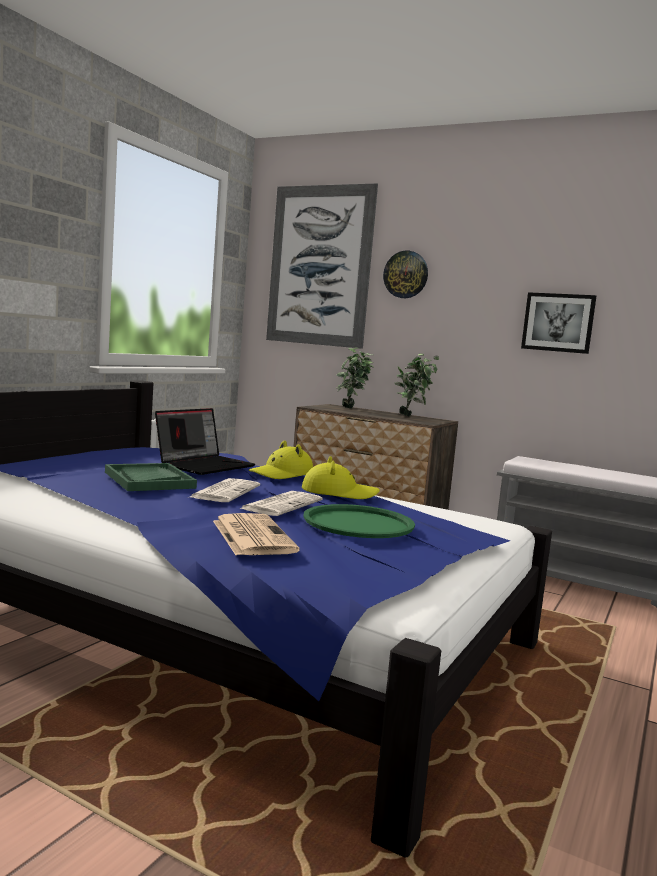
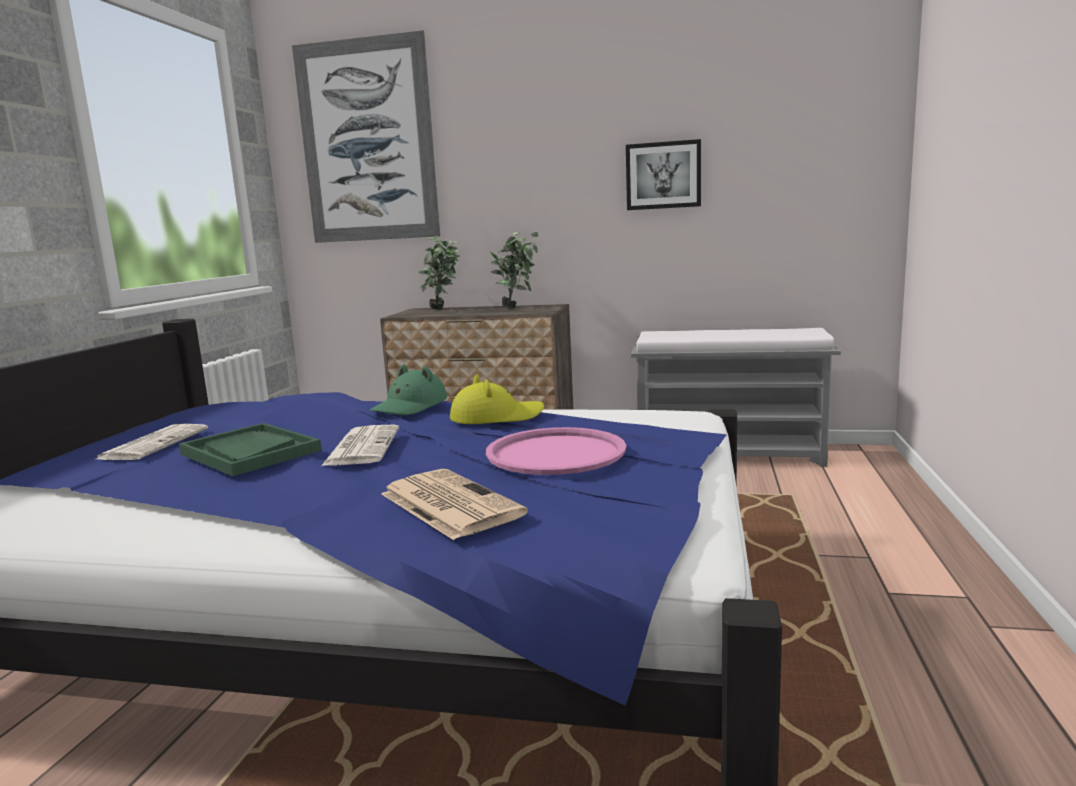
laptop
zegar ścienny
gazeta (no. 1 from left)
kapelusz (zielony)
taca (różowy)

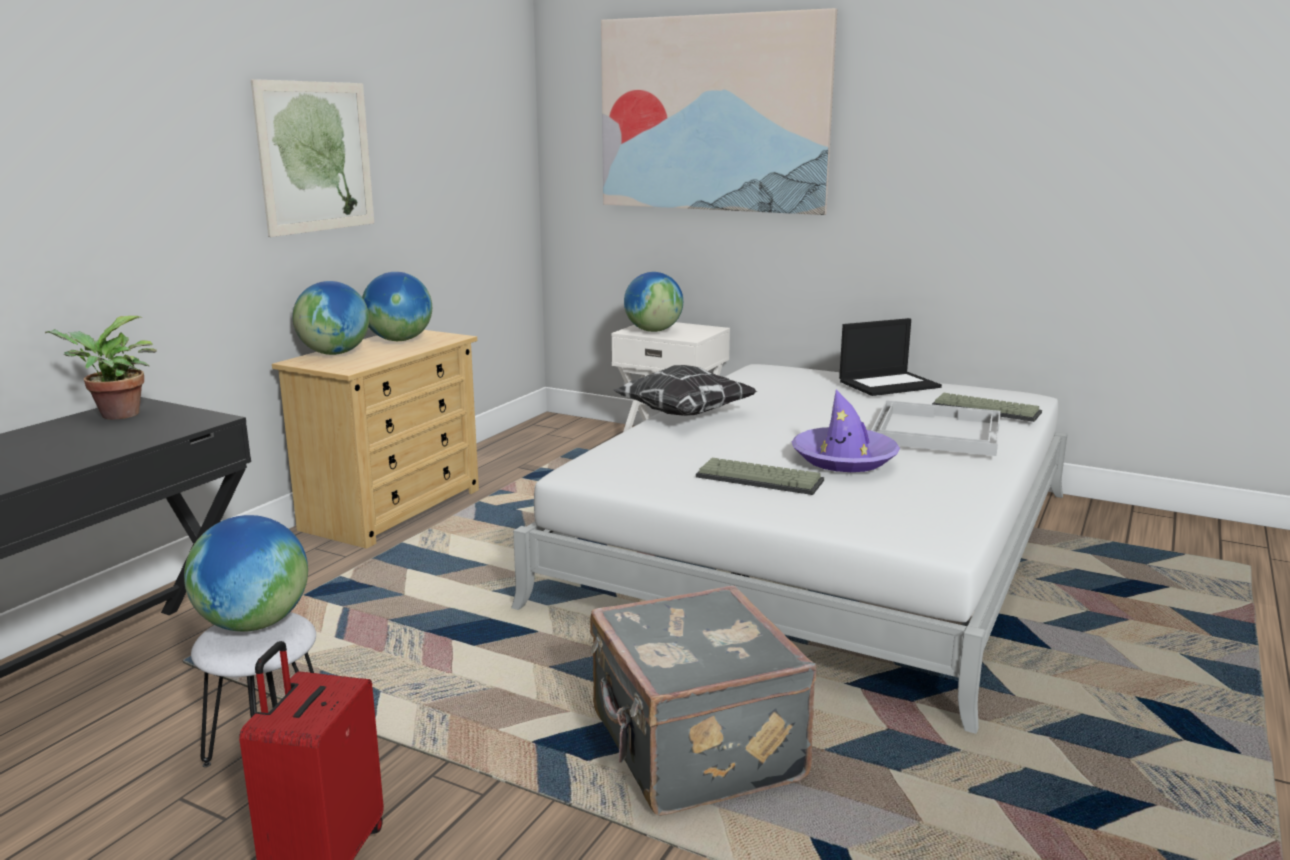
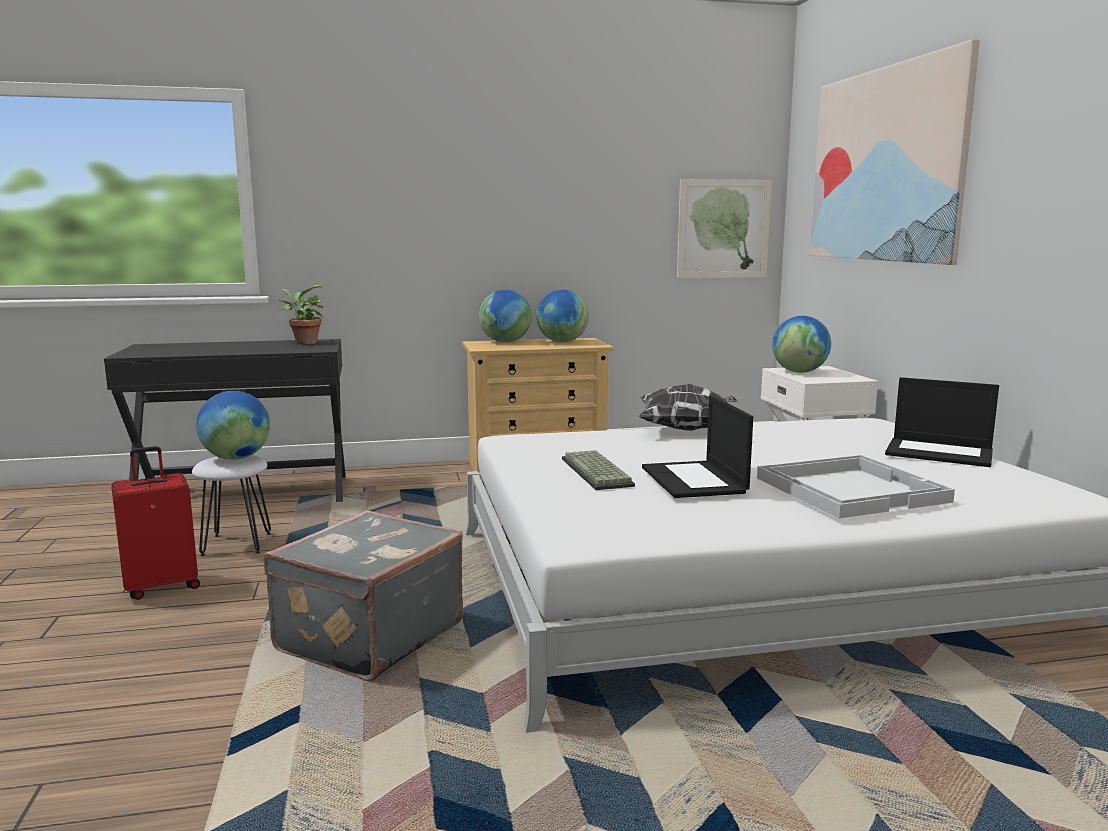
klawiatura (no. 2 from left in the first image)
obraz (no. 1 from left)
laptop (no. 1 from left)

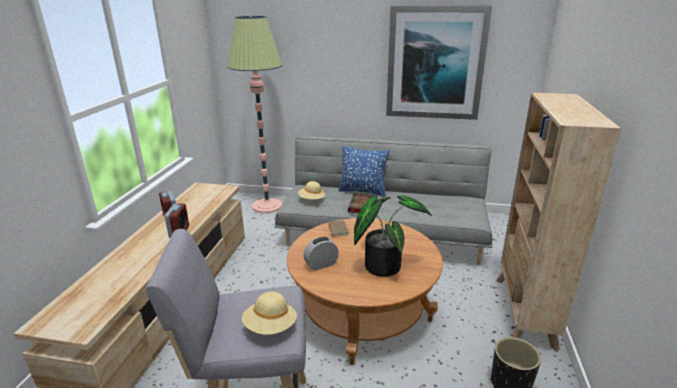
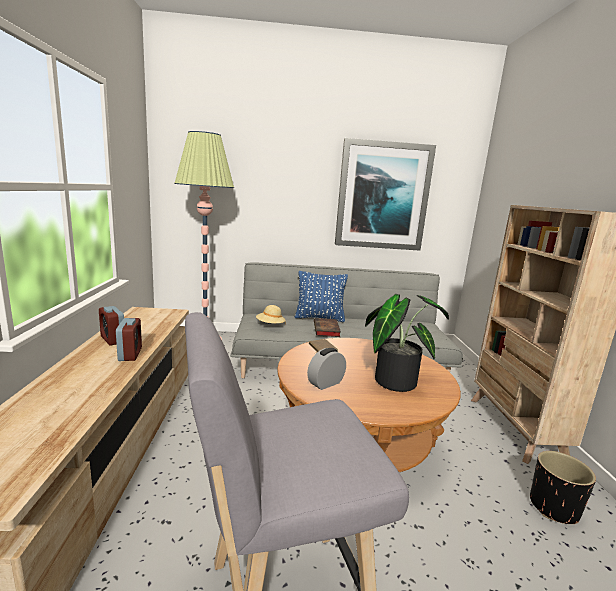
kapelusz (beżowy) (no. 1 from left in the first image)

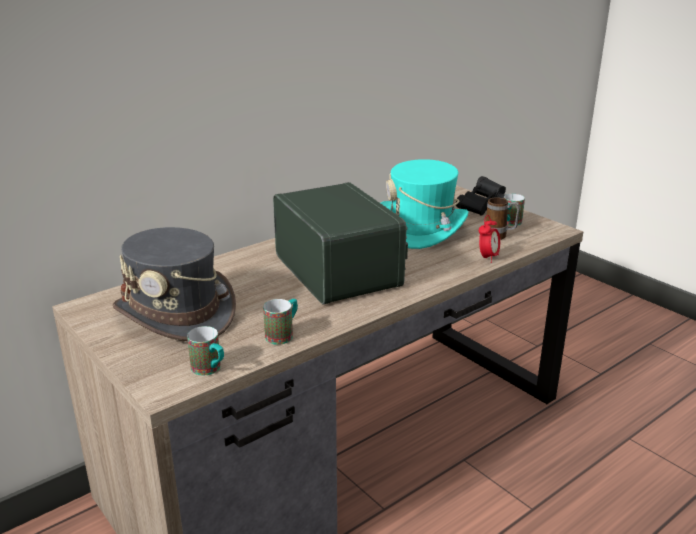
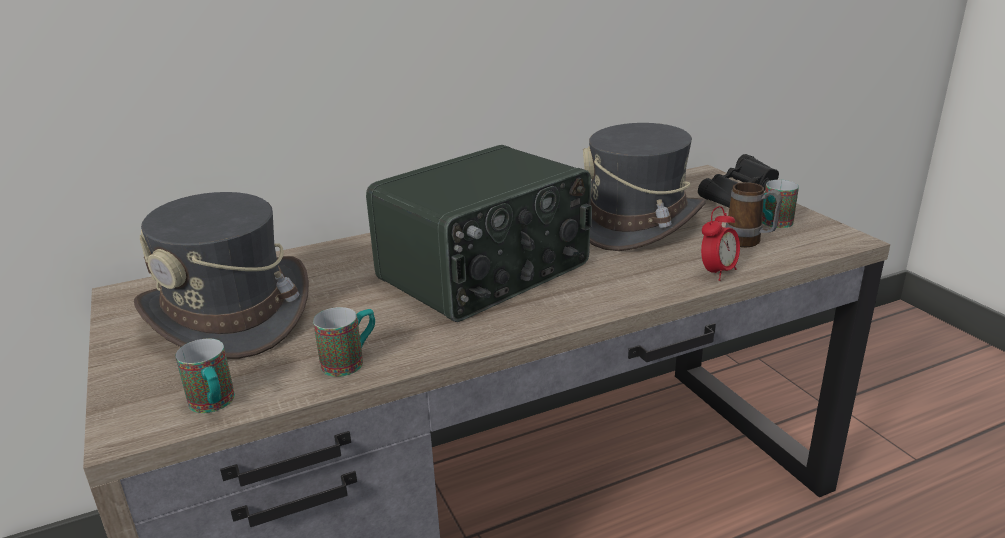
kapelusz (szary) (no. 2 from left)
radio

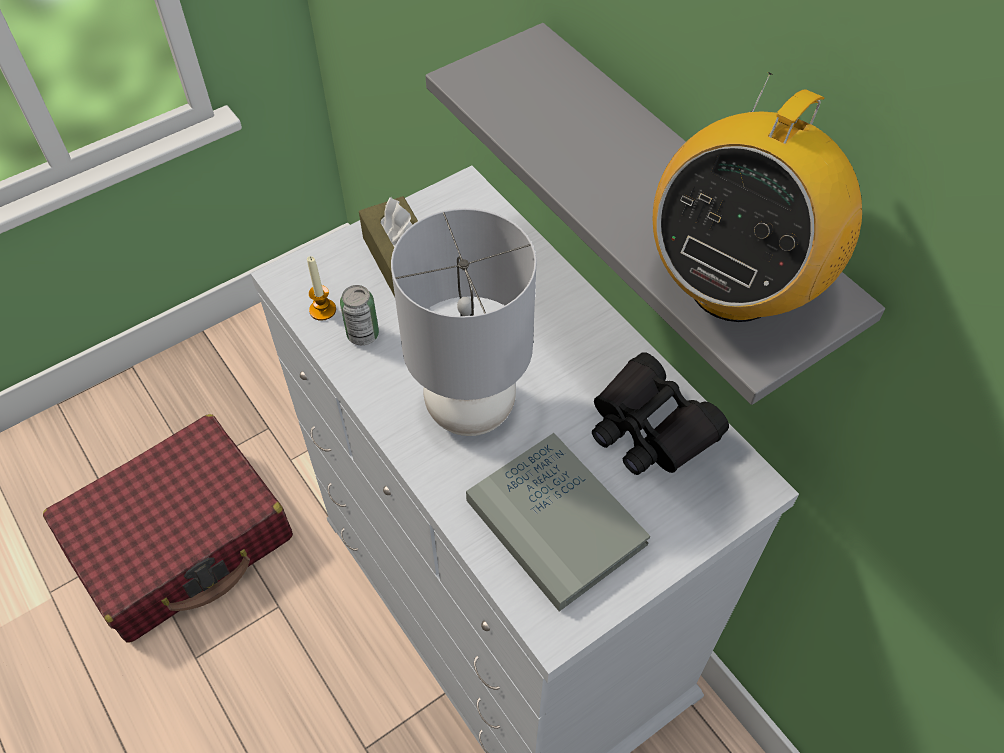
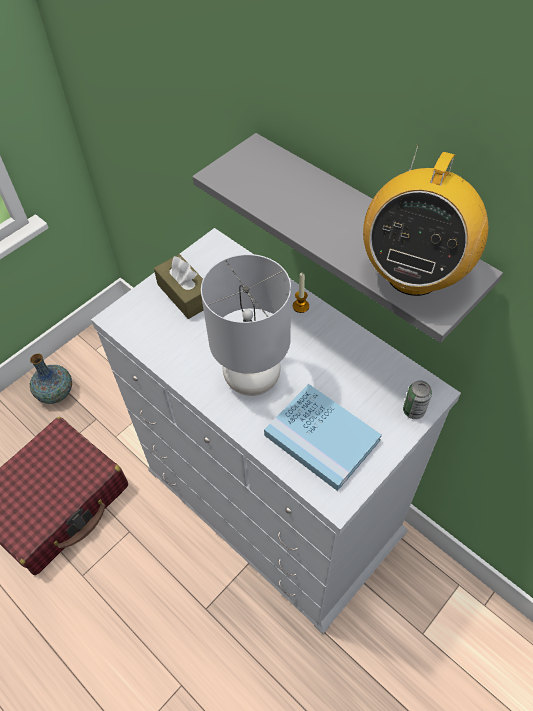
lornetka (czarny)
wazon
świeca
puszka
książka (niebieski)

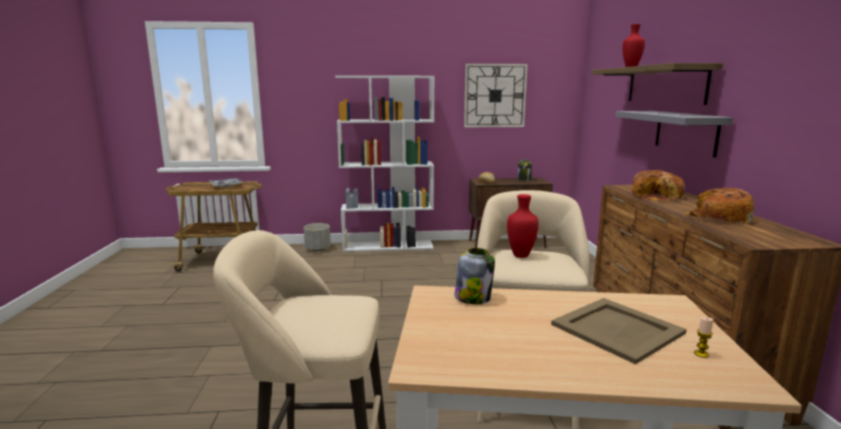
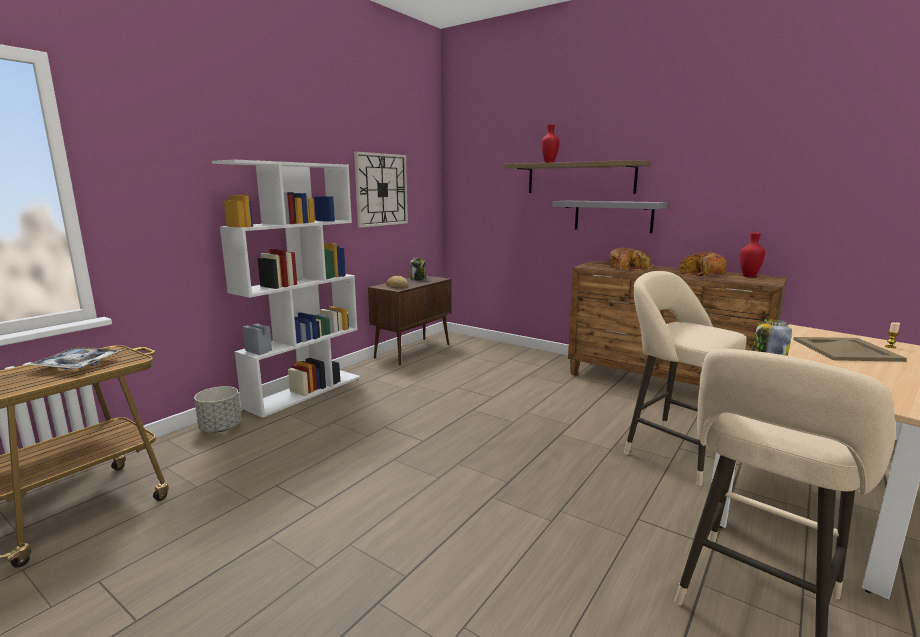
wazon (czerwony) (no. 2 from left)

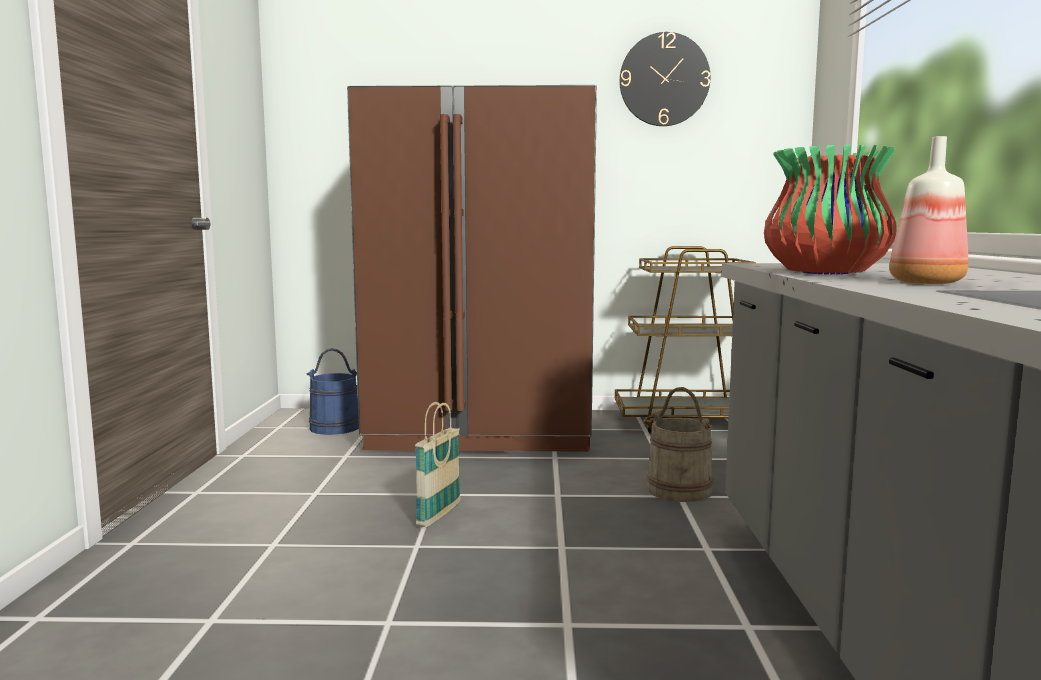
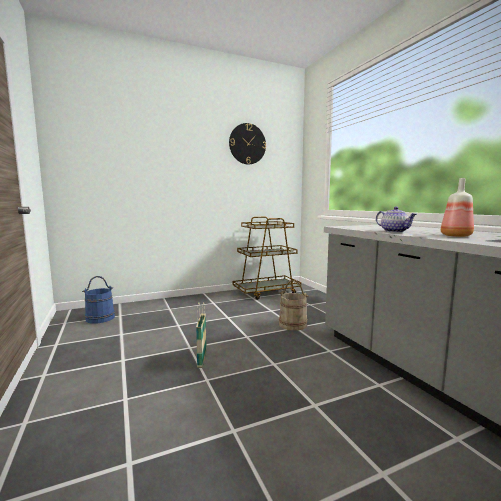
lodówka (brązowy)
imbryk

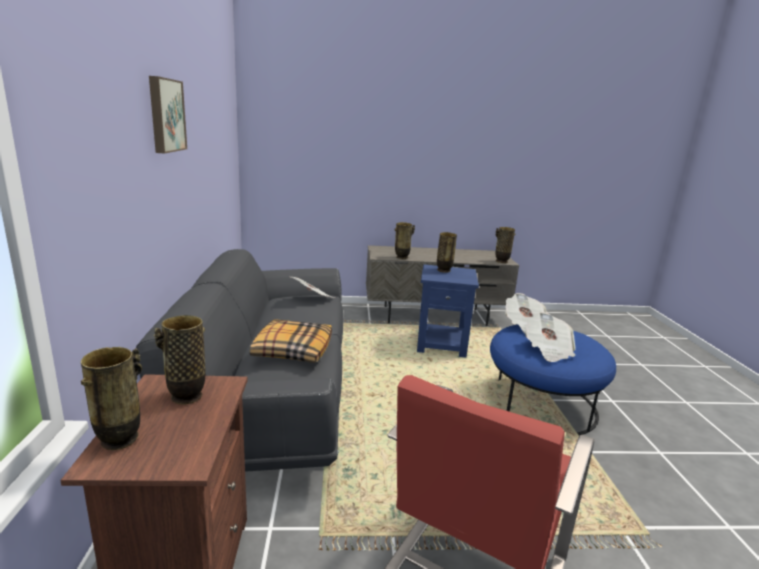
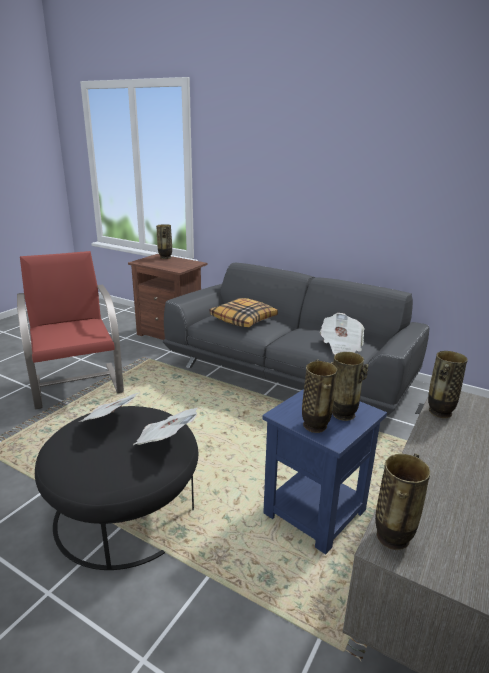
obraz
wazon (no. 2 from left)
pufa (czarny)

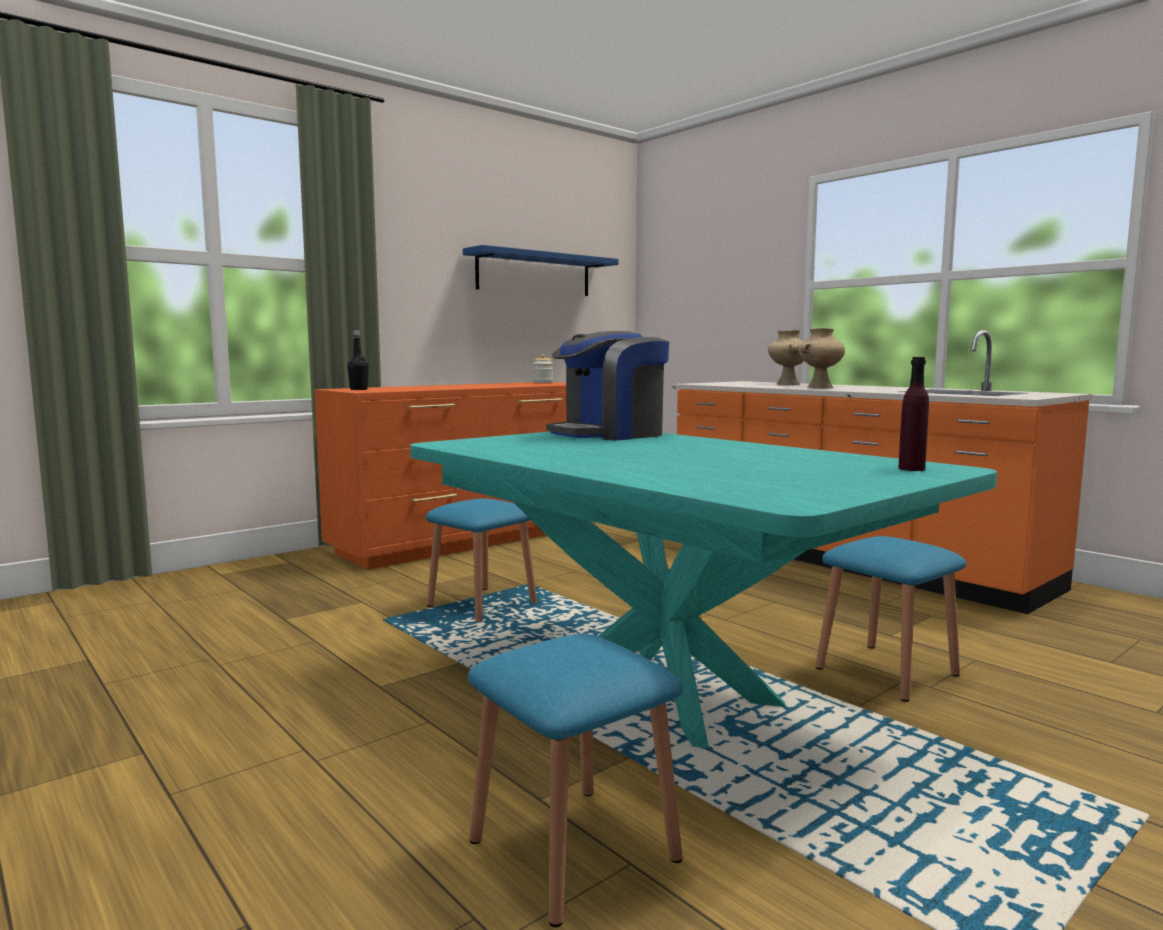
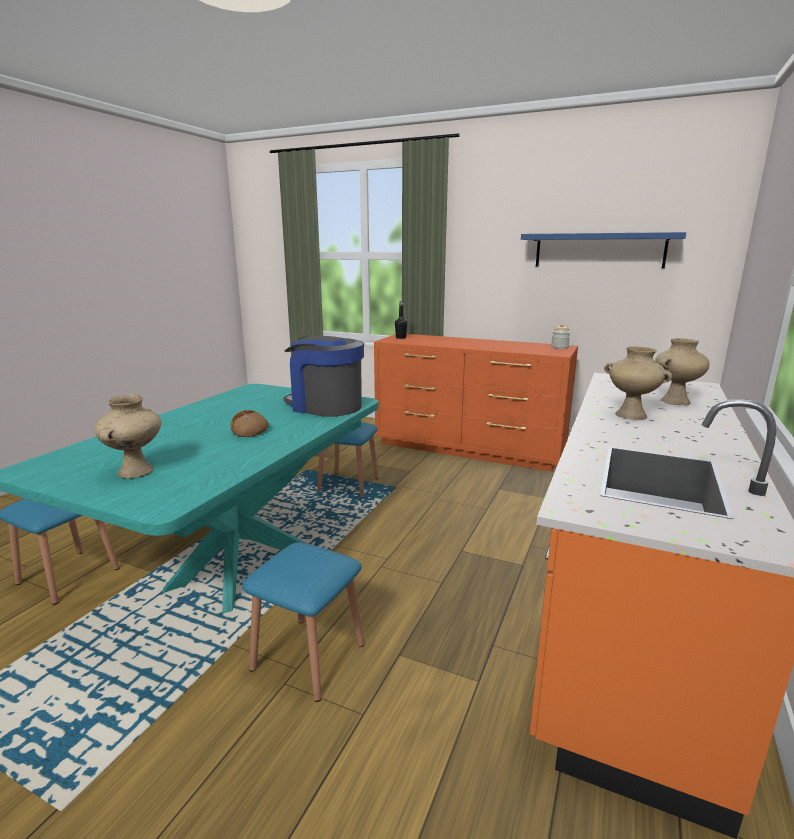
butelka (fioletowy)
wazon (beżowy) (no. 1 from left)
chleb

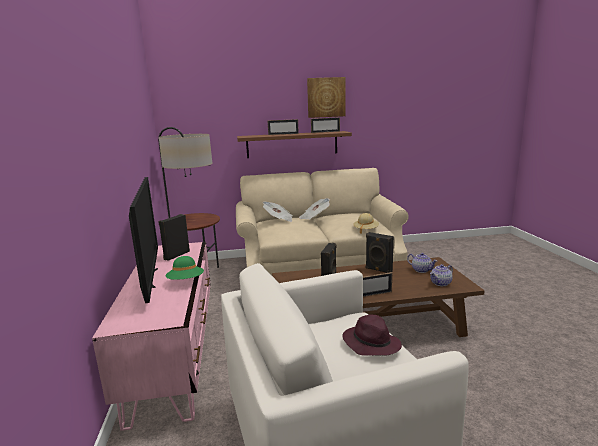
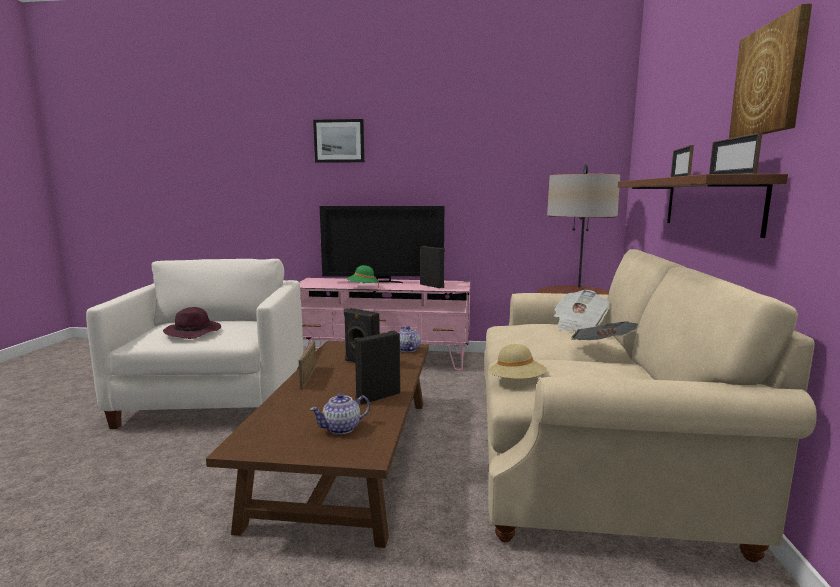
obraz (no. 1 from left)
imbryk (no. 2 from left)

